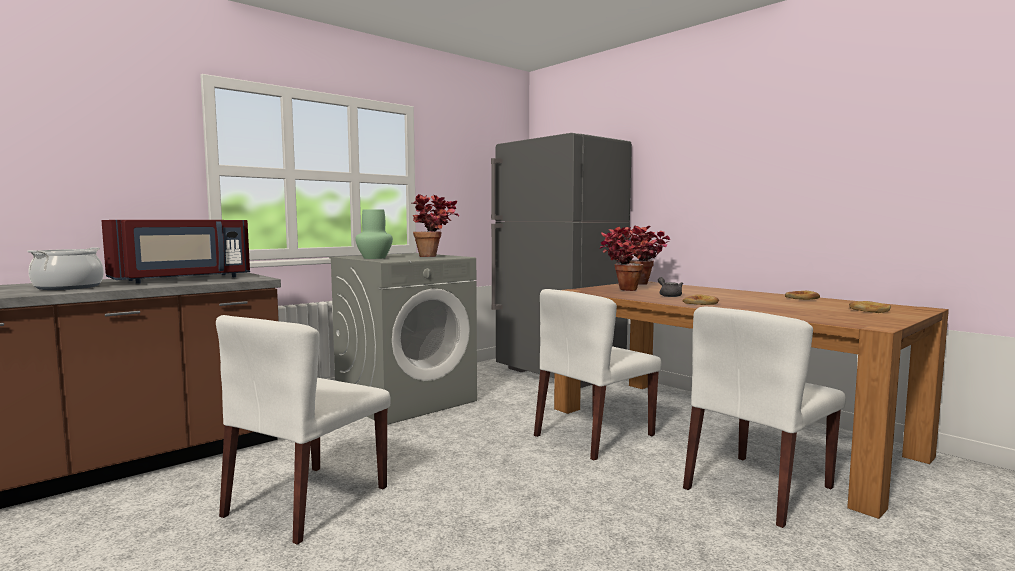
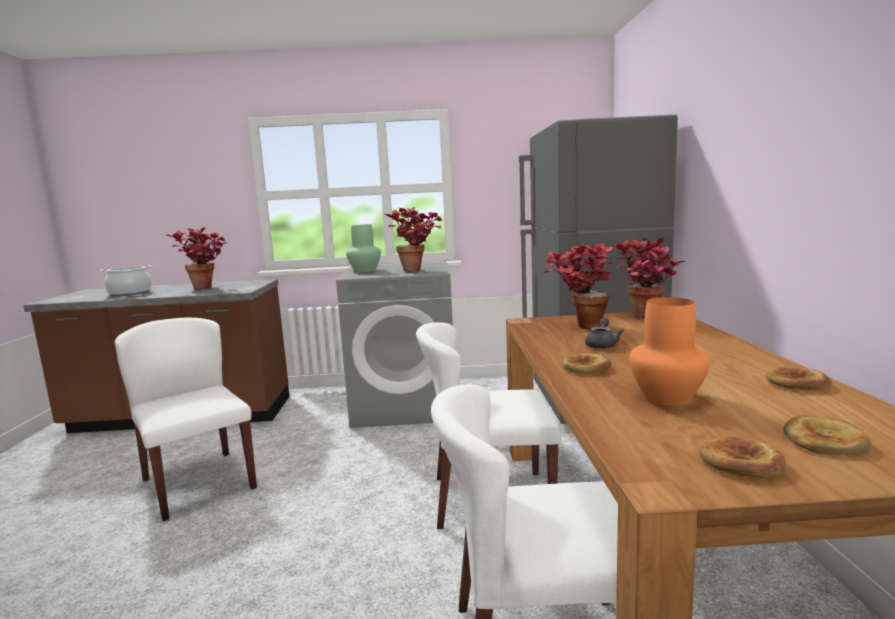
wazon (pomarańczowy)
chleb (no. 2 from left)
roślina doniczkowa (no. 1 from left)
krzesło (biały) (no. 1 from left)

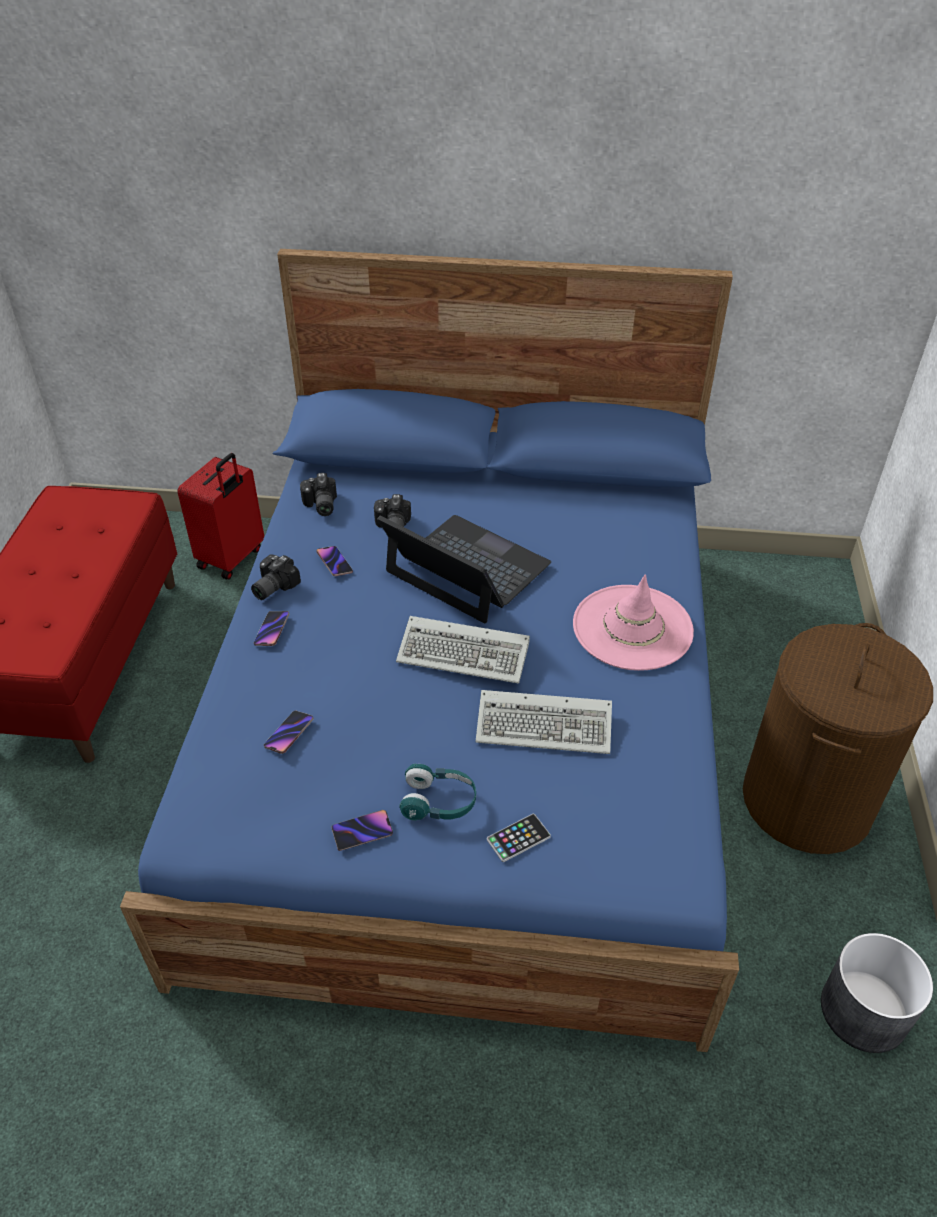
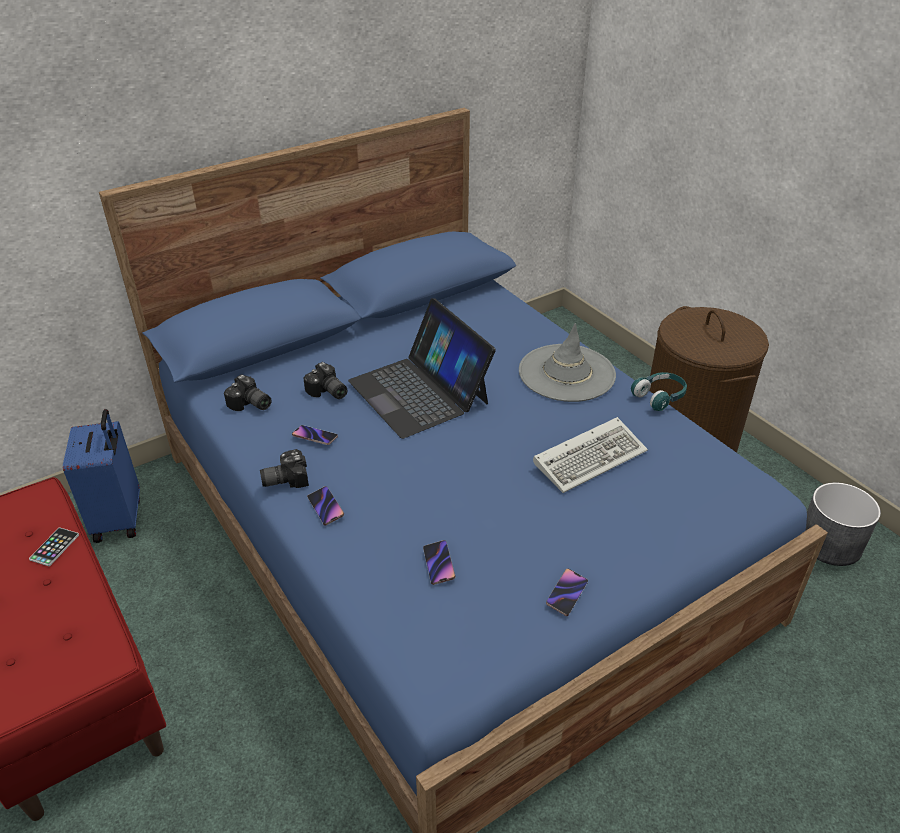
klawiatura (no. 1 from left in the first image)
słuchawki (turkusowy)
telefon (no. 1 from left)
walizka (niebieski)
kapelusz (szary)
aparat fotograficzny (no. 2 from left)
laptop

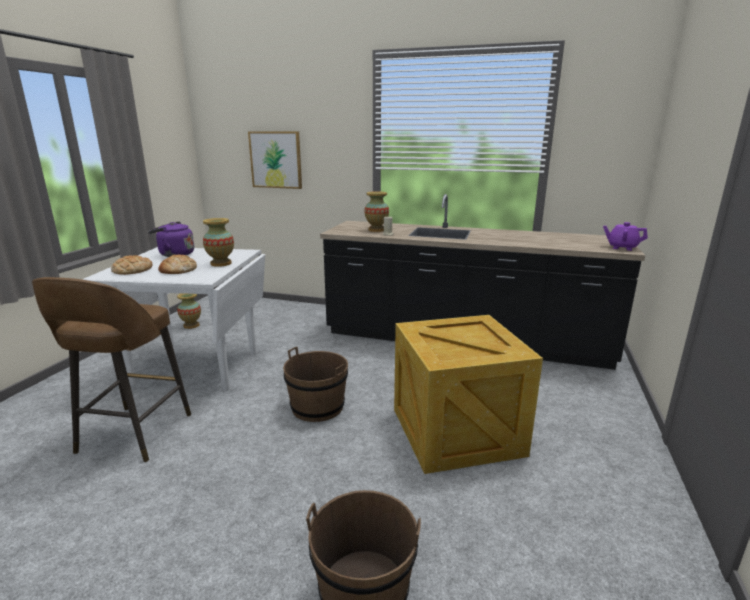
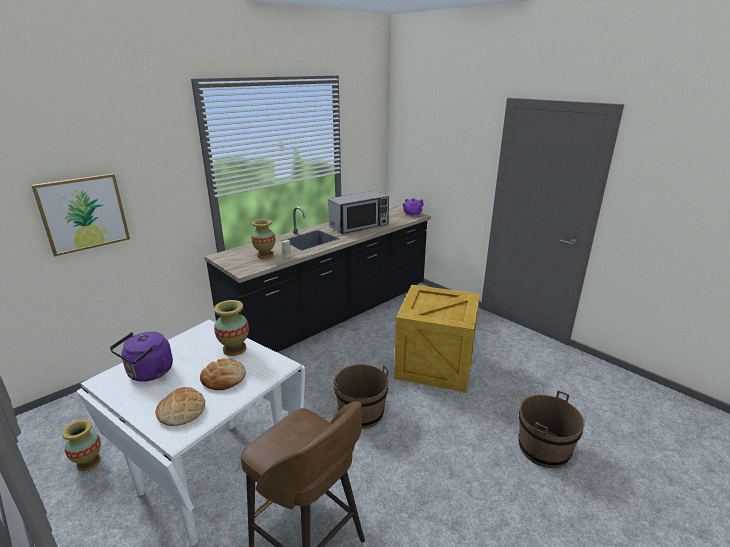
mikrofalówka

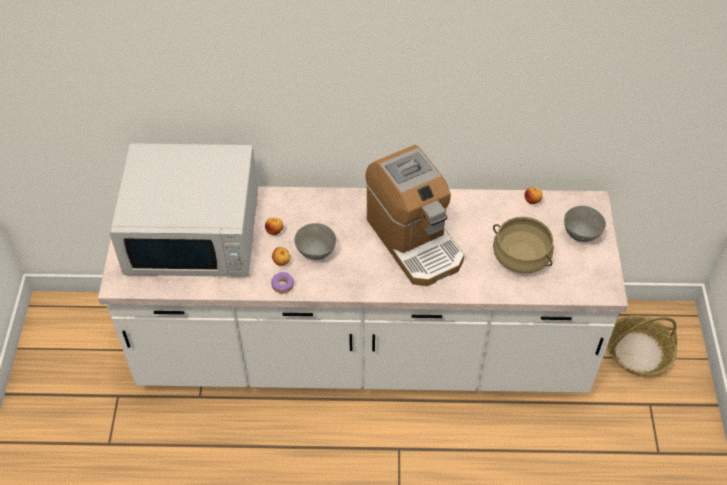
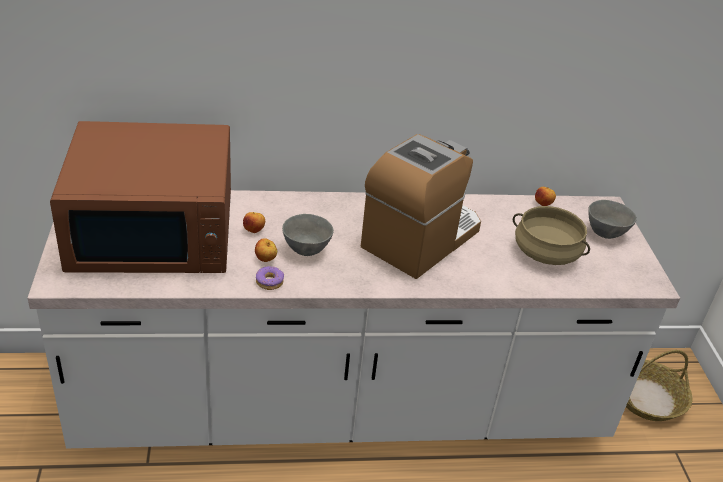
mikrofalówka (brązowy)
ekspres do kawy

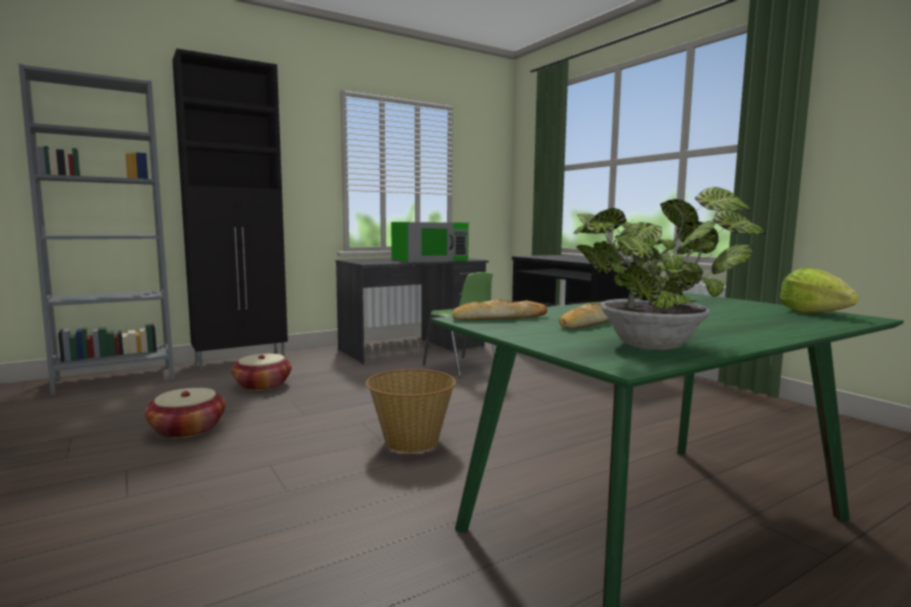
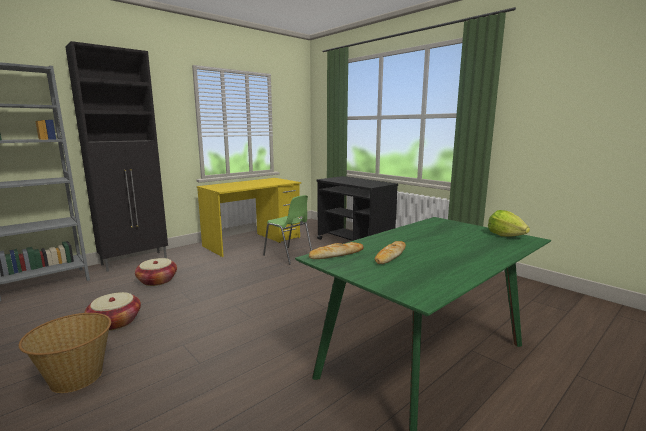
mikrofalówka (zielony)
roślina doniczkowa
koszyk (no. 1 from left)
biurko (żółty)

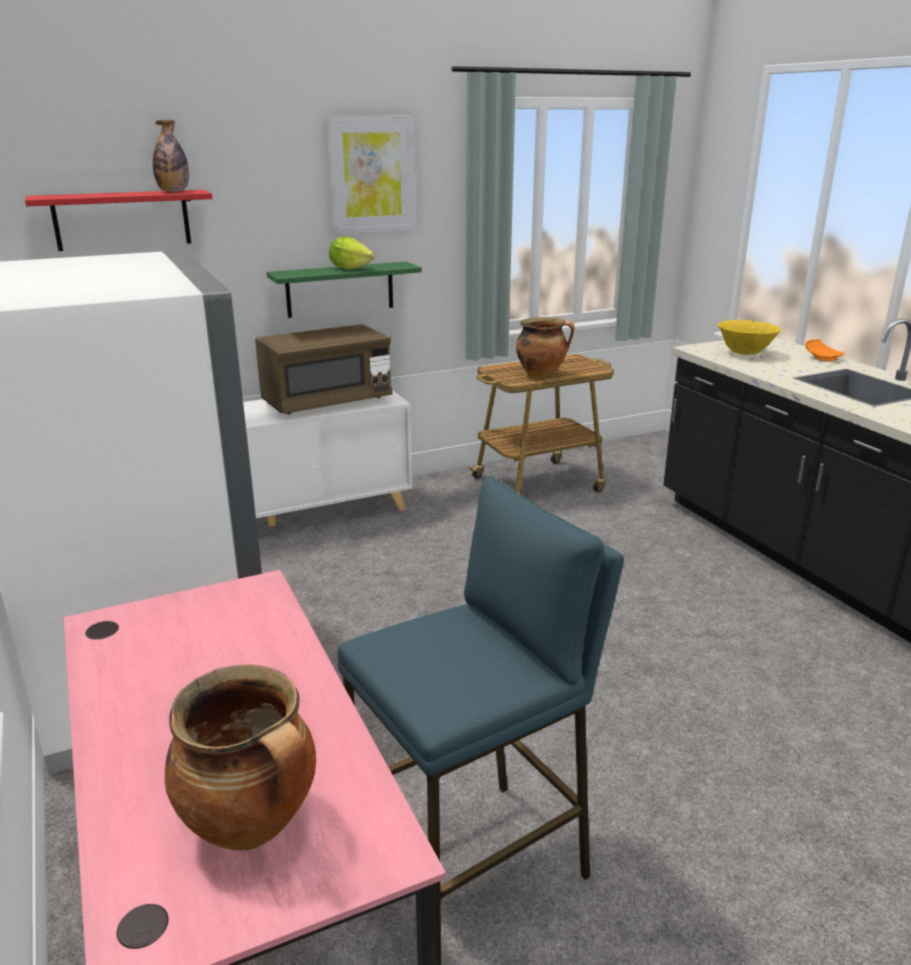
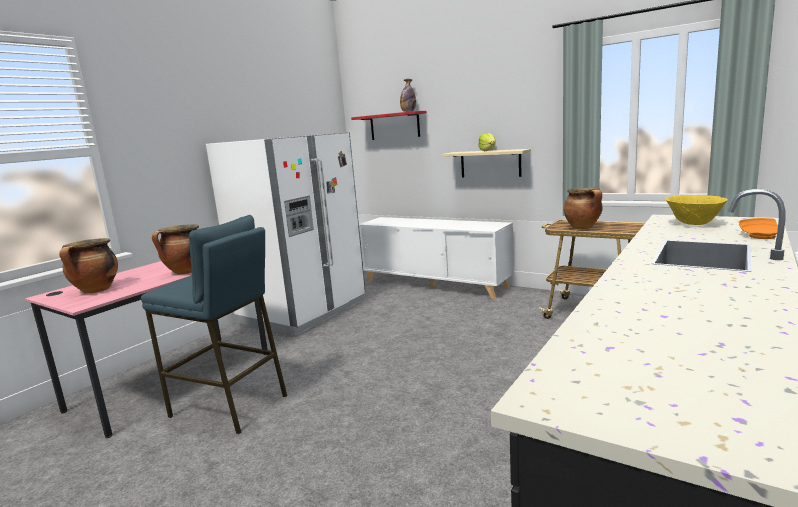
mikrofalówka (brązowy)
obraz
garnek (no. 2 from left)
półka (beżowy)

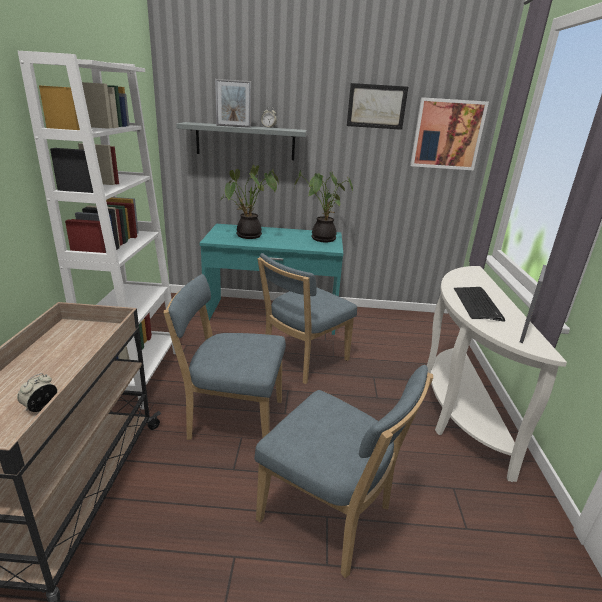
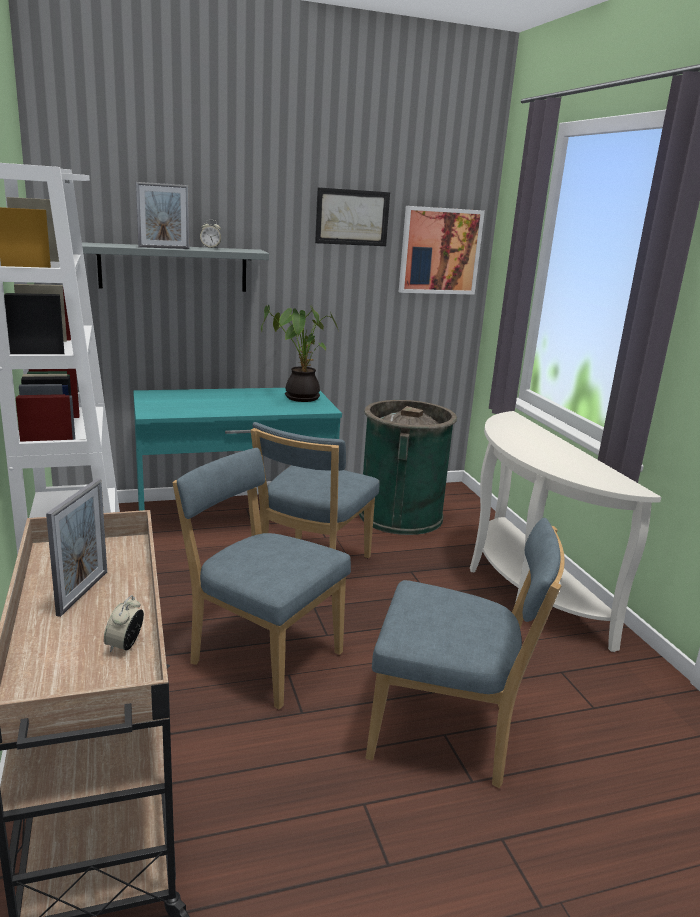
roślina doniczkowa (no. 1 from left in the first image)
klawiatura
kosz na śmieci (zielony)
ramka na zdjęcie (no. 1 from left)
krzesło (niebieski) (no. 1 from left)

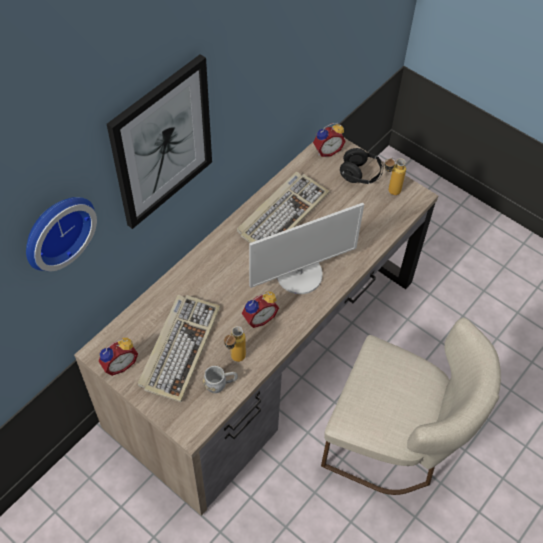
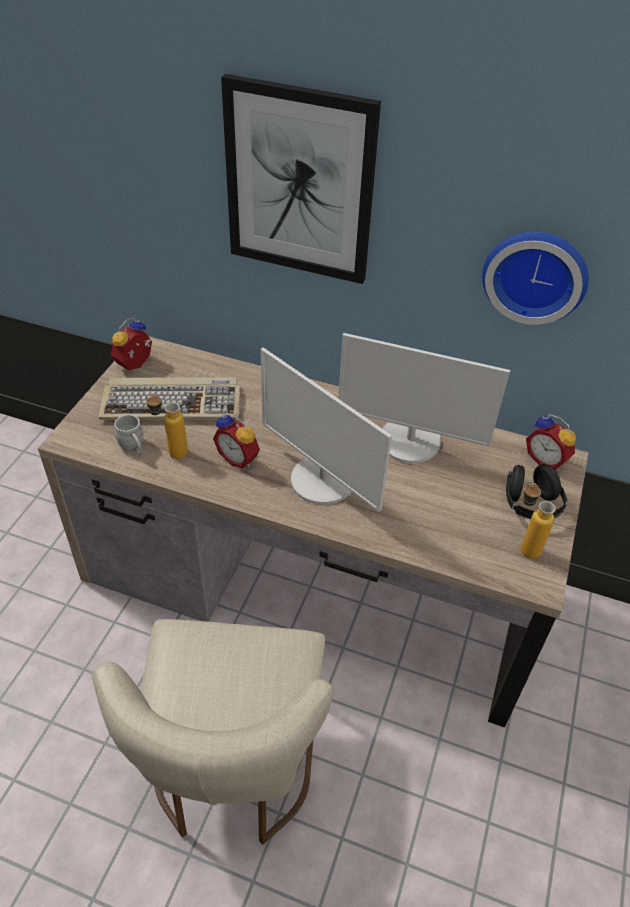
zegar ścienny
monitor (no. 2 from left)
budzik (no. 1 from left)

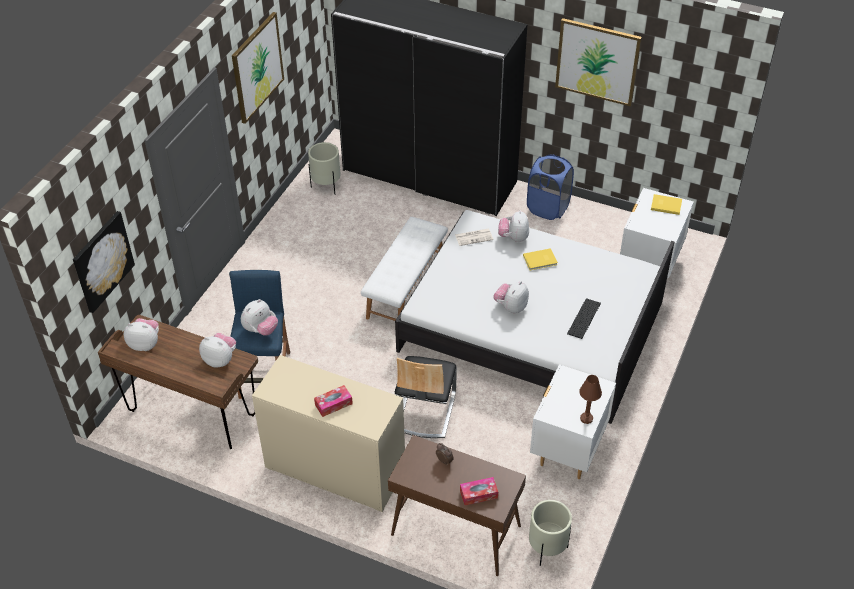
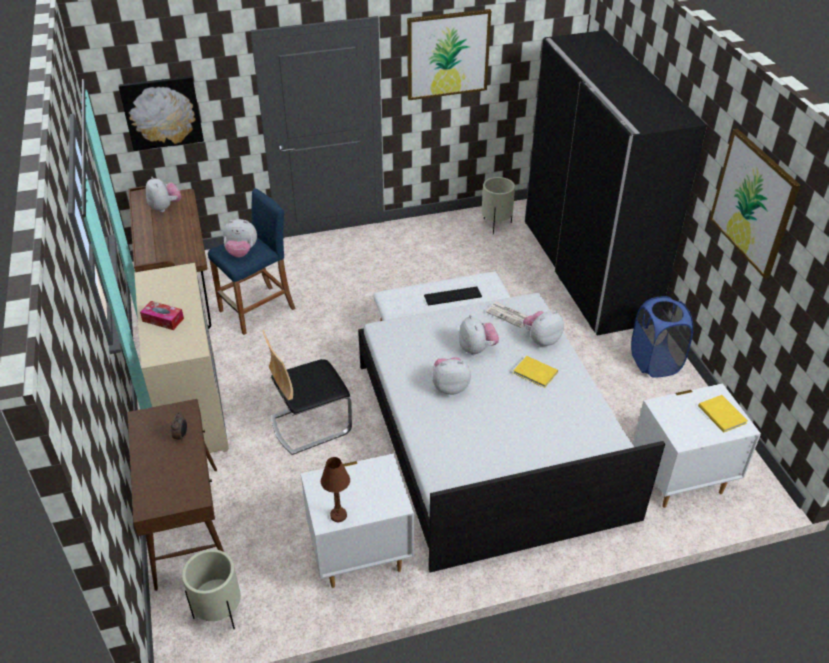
pudełko chusteczek (no. 2 from left in the first image)
pluszak (no. 4 from left)
klawiatura

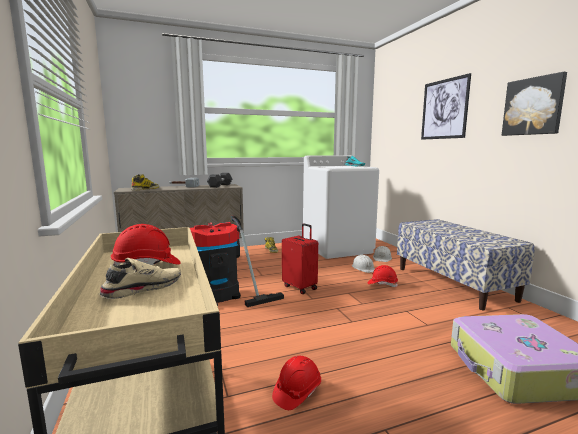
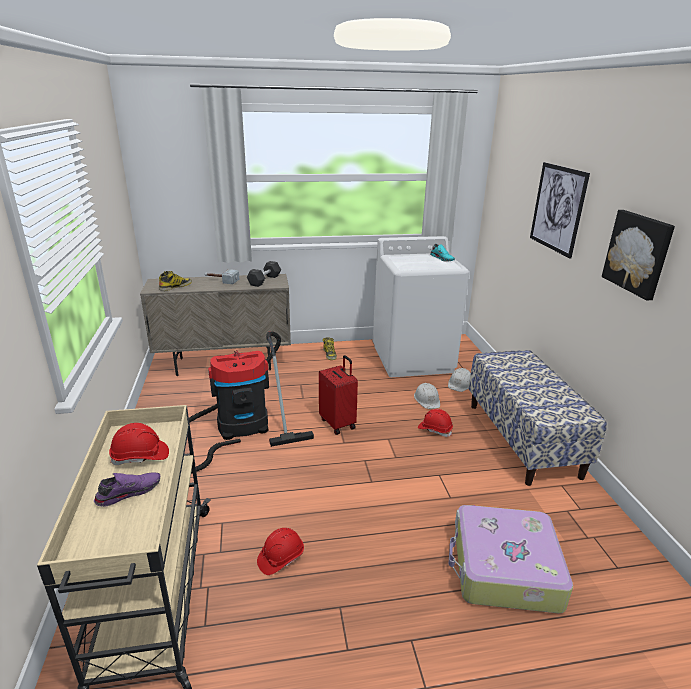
but (fioletowy)

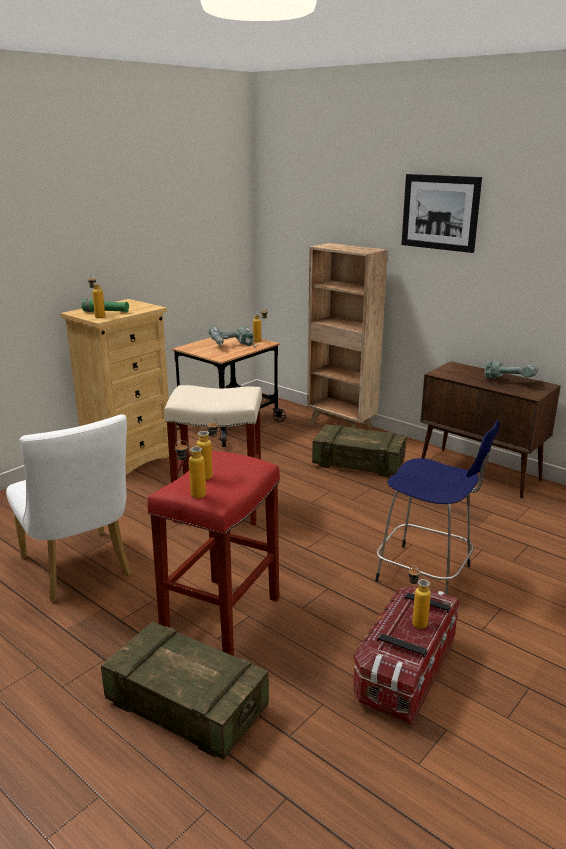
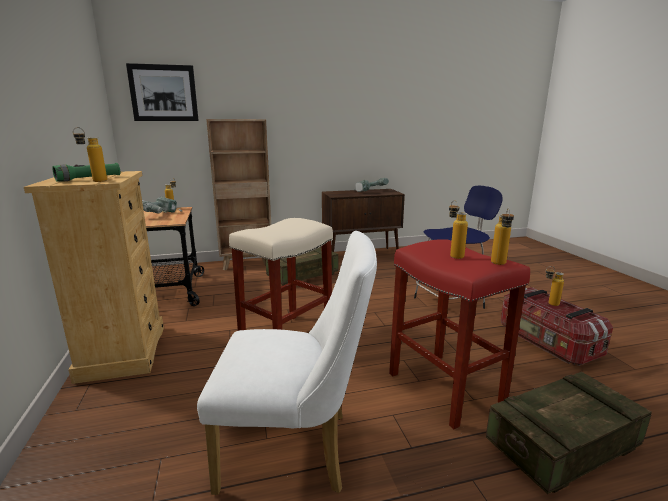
obraz

